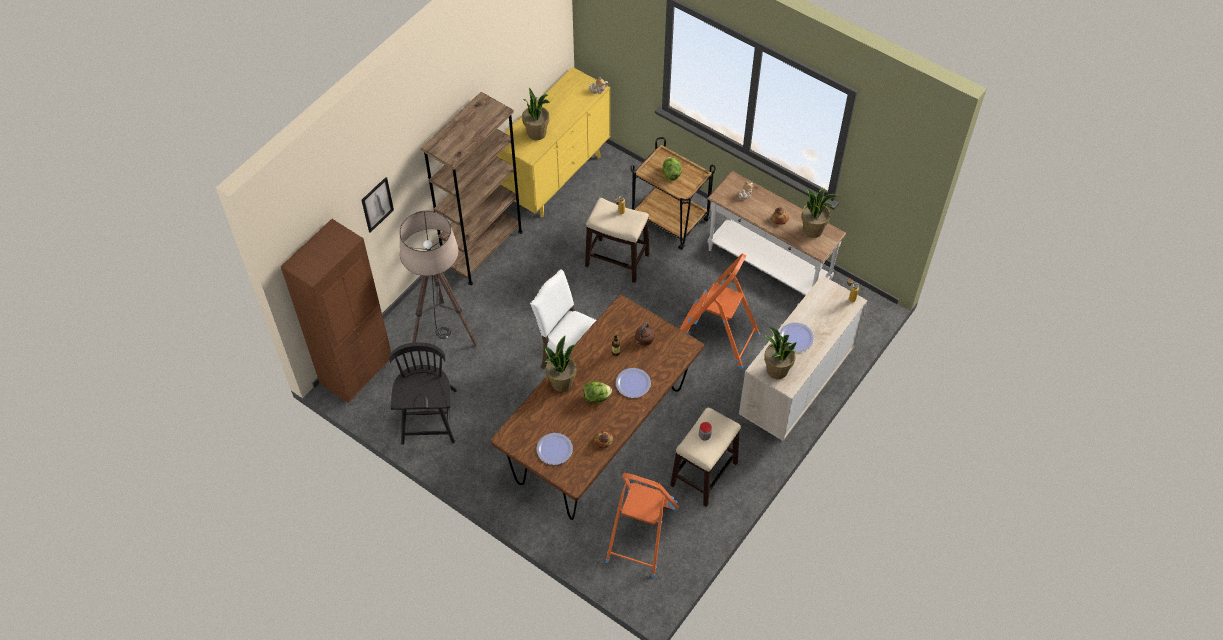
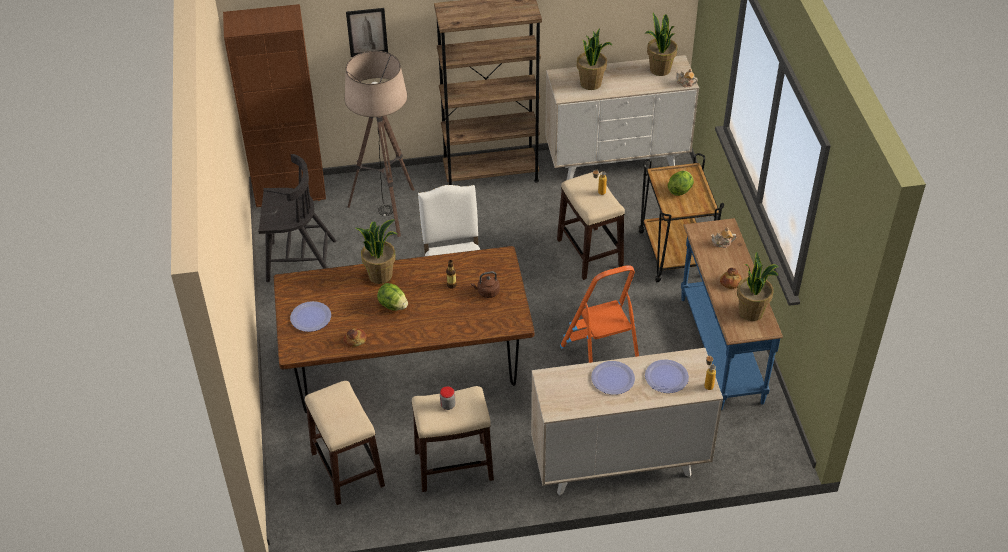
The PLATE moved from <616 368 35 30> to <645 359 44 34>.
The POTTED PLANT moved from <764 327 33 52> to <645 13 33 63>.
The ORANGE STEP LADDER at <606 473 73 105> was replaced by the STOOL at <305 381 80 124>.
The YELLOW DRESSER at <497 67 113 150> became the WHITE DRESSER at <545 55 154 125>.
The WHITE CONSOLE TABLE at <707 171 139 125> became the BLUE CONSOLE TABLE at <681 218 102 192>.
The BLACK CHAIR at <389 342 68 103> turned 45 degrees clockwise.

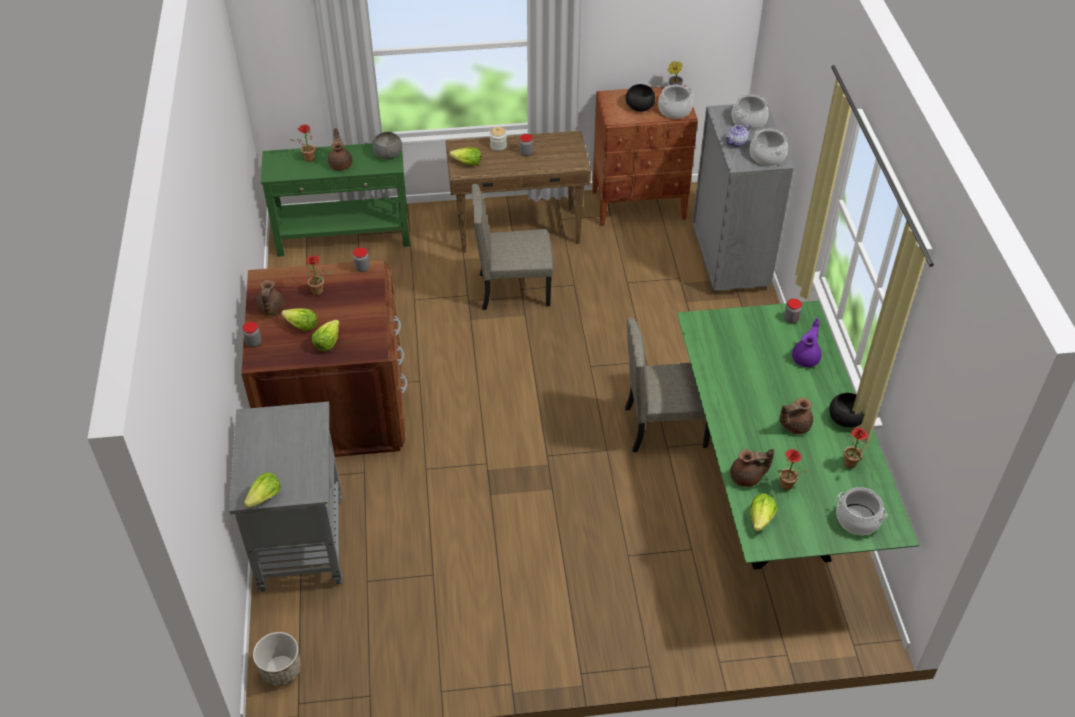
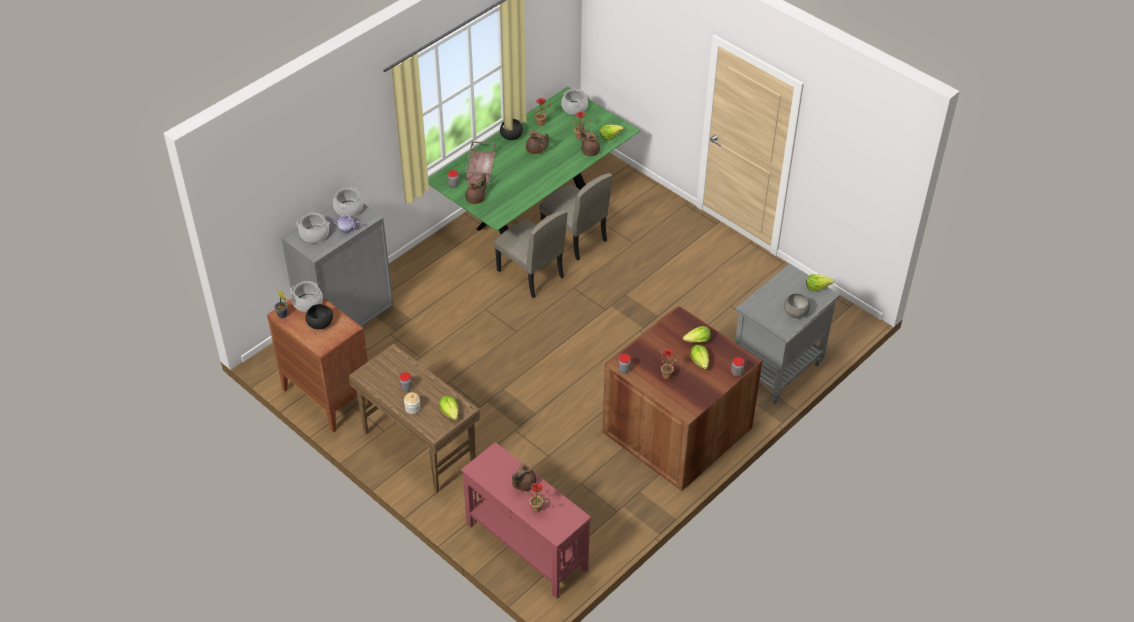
The PLANTER at <253 632 48 55> disappeared.
The BROWN TEAPOT moved from <256 280 29 36> to <465 173 22 31>.
The GREY BOWL moved from <373 131 29 28> to <784 293 26 25>.
The BEIGE CHAIR moved from <471 184 82 126> to <539 173 73 87>.
The PURPLE TEAPOT at <792 318 29 49> was replaced by the BROWN TRAY at <465 141 31 42>.
The GREEN CONSOLE TABLE at <261 143 149 114> became the RED CONSOLE TABLE at <461 442 130 157>.

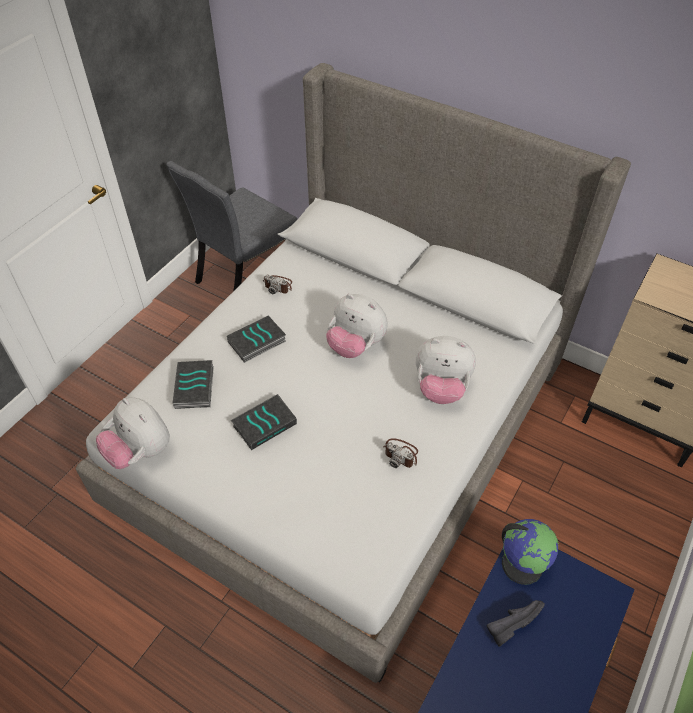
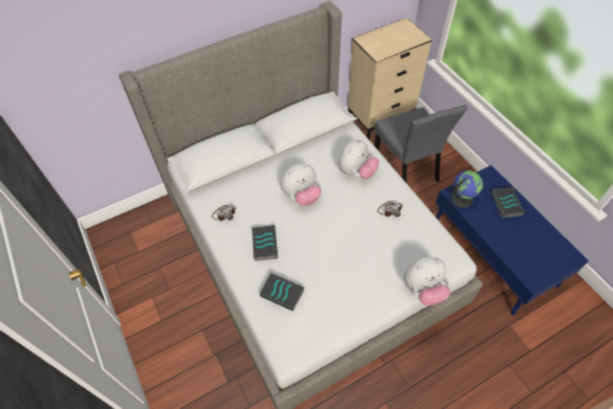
The BLACK SHOE at <486 600 59 47> disappeared.
The PLUSH TOY moved from <96 397 74 72> to <404 257 46 49>.
The GREY CHAIR moved from <166 161 131 130> to <374 105 94 78>.
The BOOK moved from <231 394 66 56> to <491 187 33 31>.

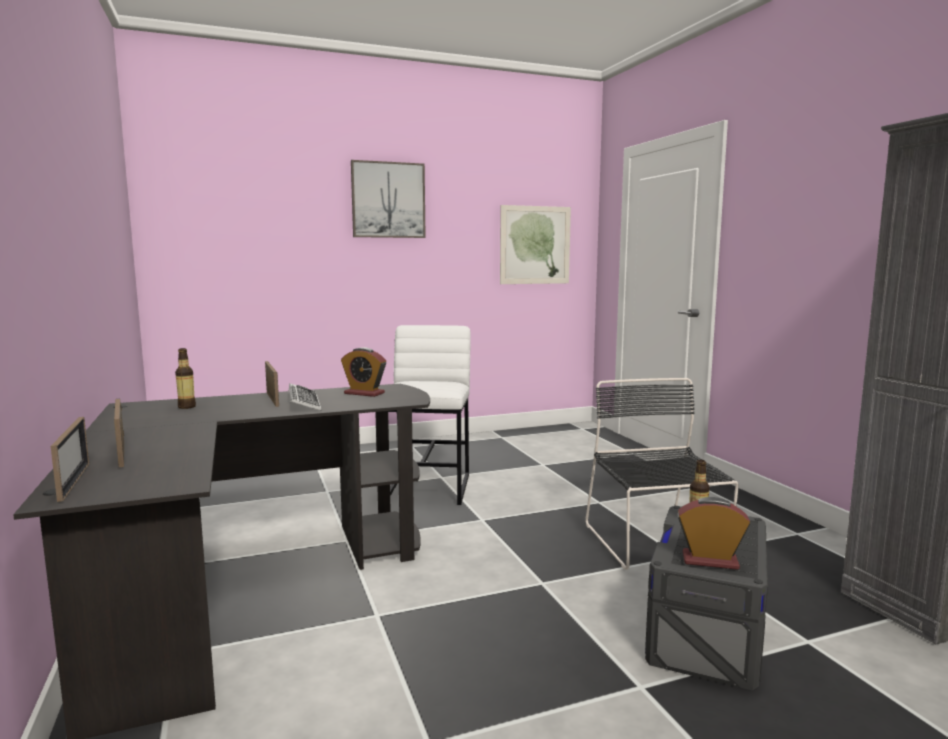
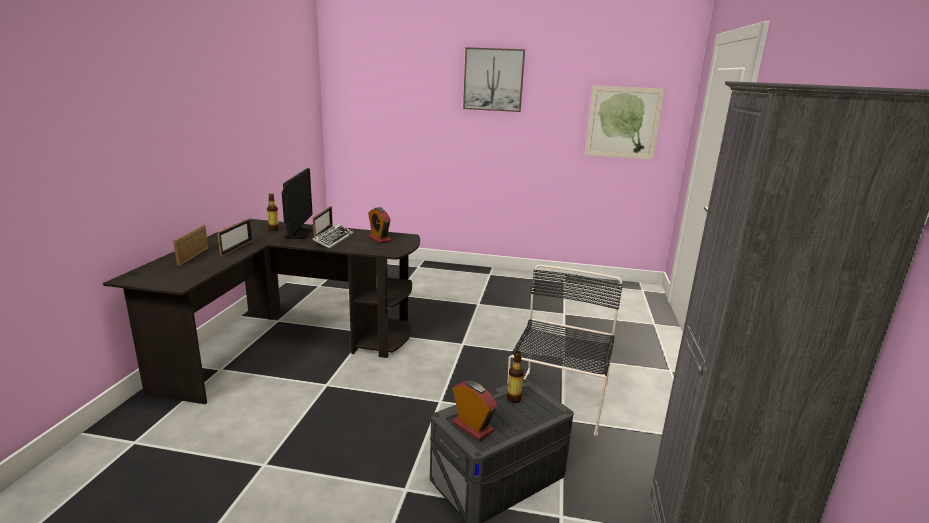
The WHITE CHAIR at <388 325 83 180> disappeared.
The MONITOR at <282 168 31 71> appeared.
The PICTURE FRAME moved from <51 417 38 85> to <217 218 35 39>.

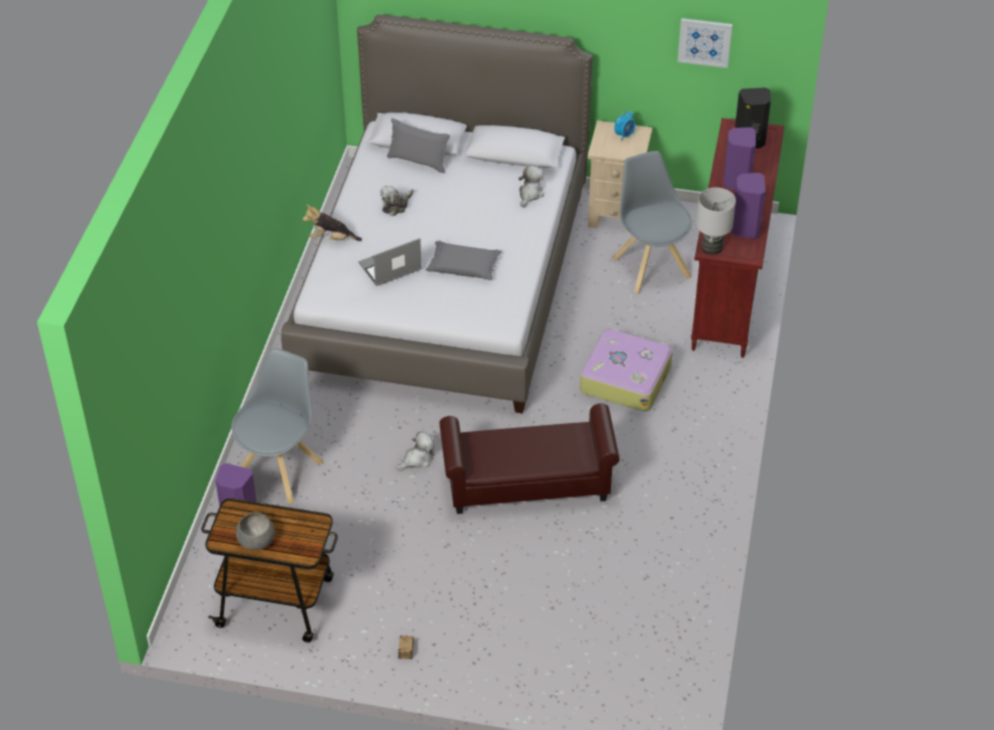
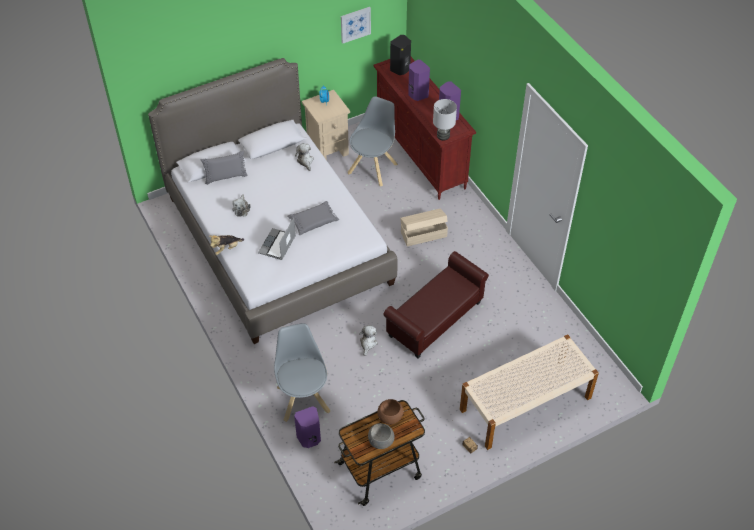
The BROWN BOWL at <377 399 27 26> appeared.
The BEIGE BENCH at <460 334 139 116> appeared.
The SUITCASE at <580 328 93 84> was replaced by the BEIGE STORAGE BOX at <400 209 48 37>.
The GREY CHAIR at <612 151 80 143> turned 90 degrees clockwise.

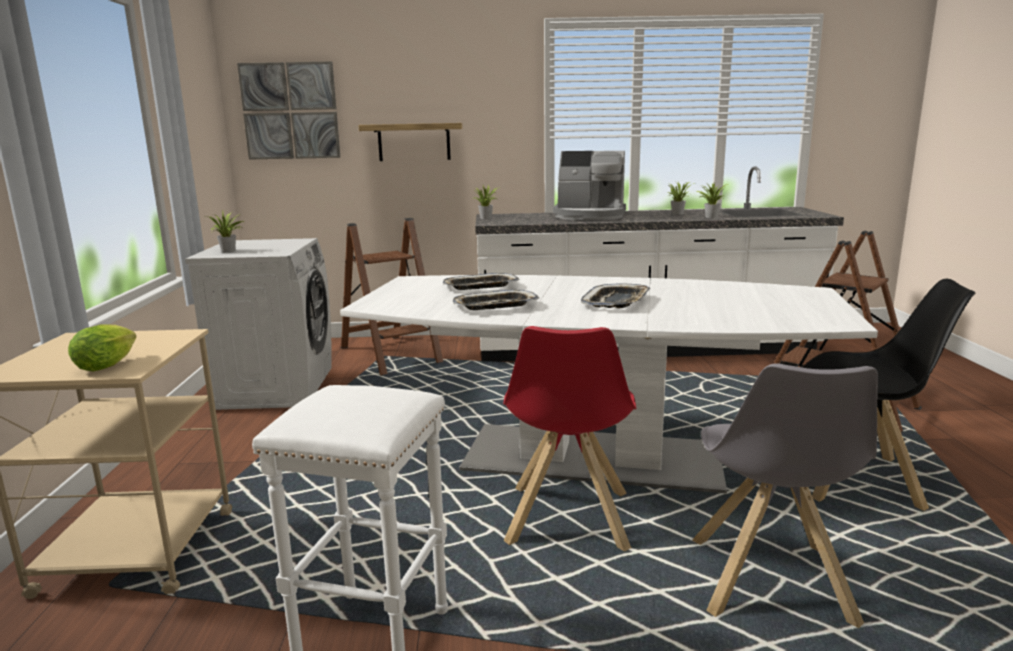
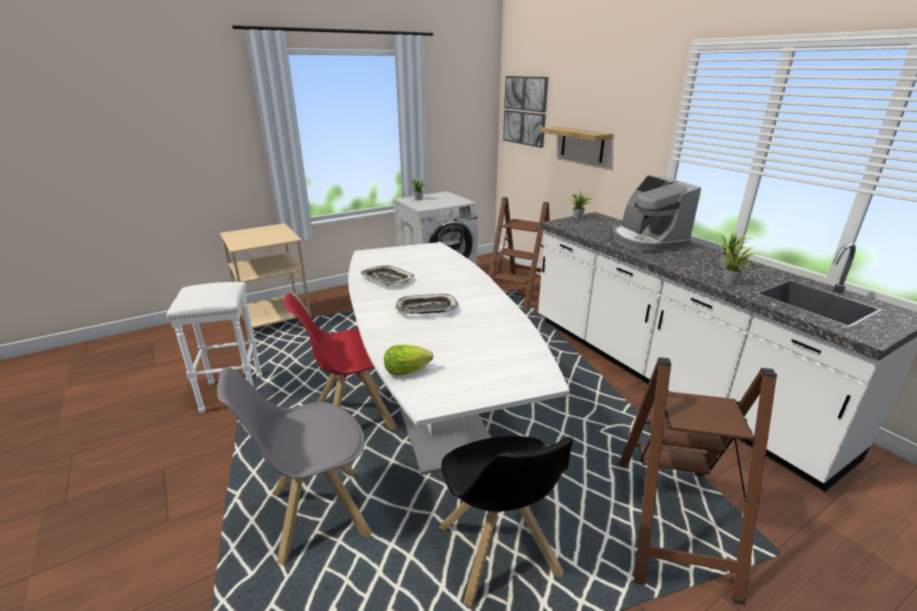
The TRAY at <443 273 77 17> disappeared.
The LETTUCE moved from <68 324 69 48> to <384 344 49 31>.

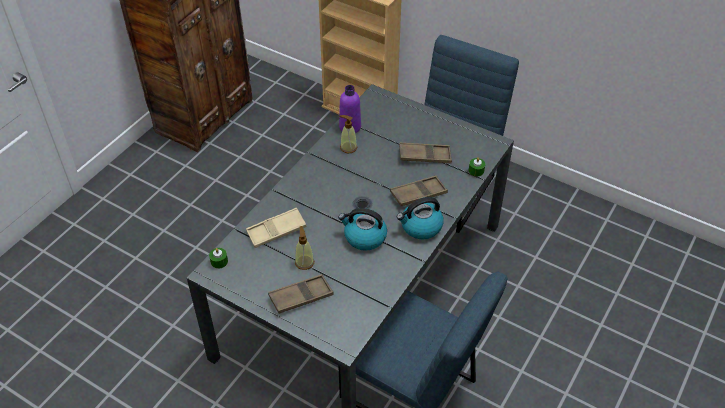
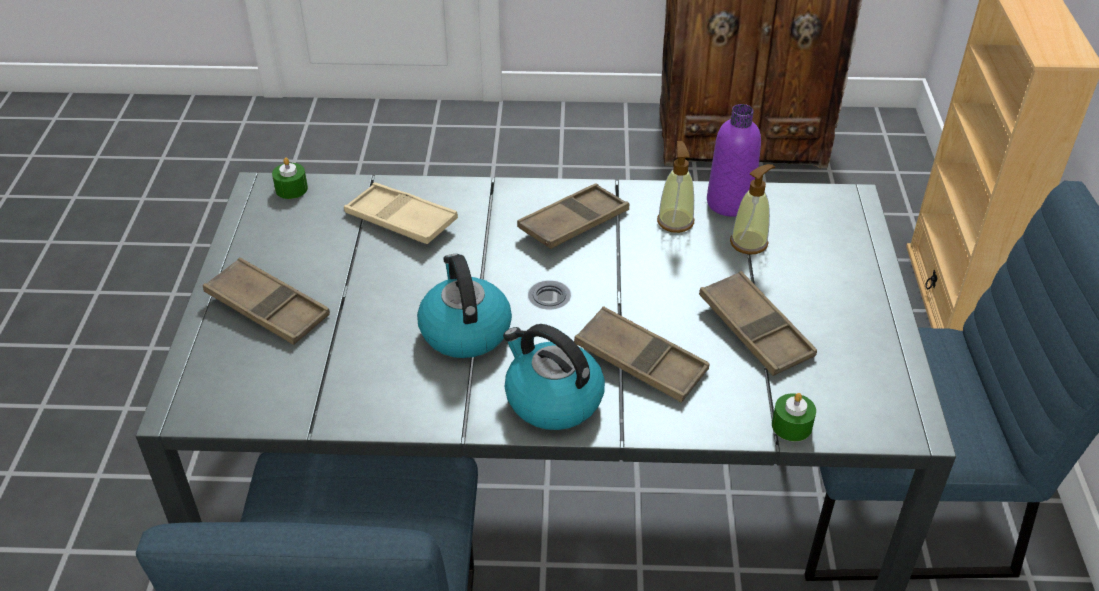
The BROWN TRAY at <517 183 112 66> appeared.
The SOAP DISPENSER moved from <295 226 19 44> to <730 164 45 91>.

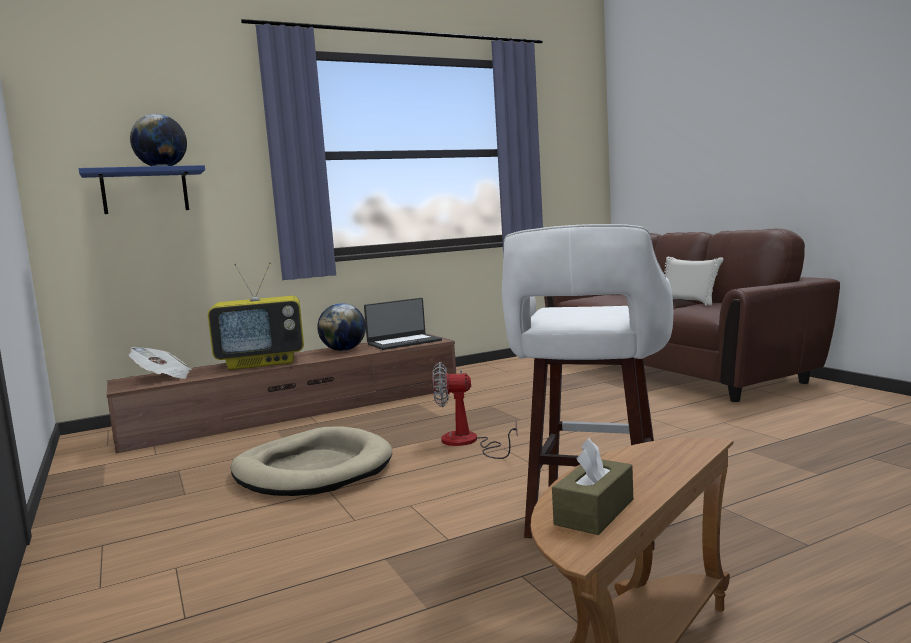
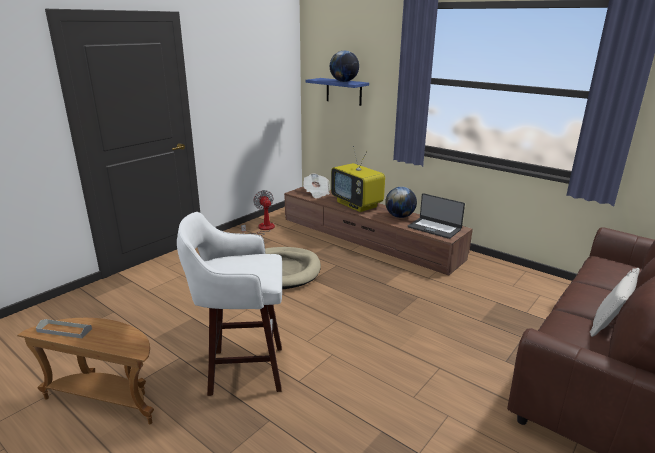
The FAN moved from <432 362 86 97> to <241 190 34 46>.
The BROWN TISSUE BOX at <552 438 81 97> was replaced by the GREY TRAY at <36 319 56 19>.

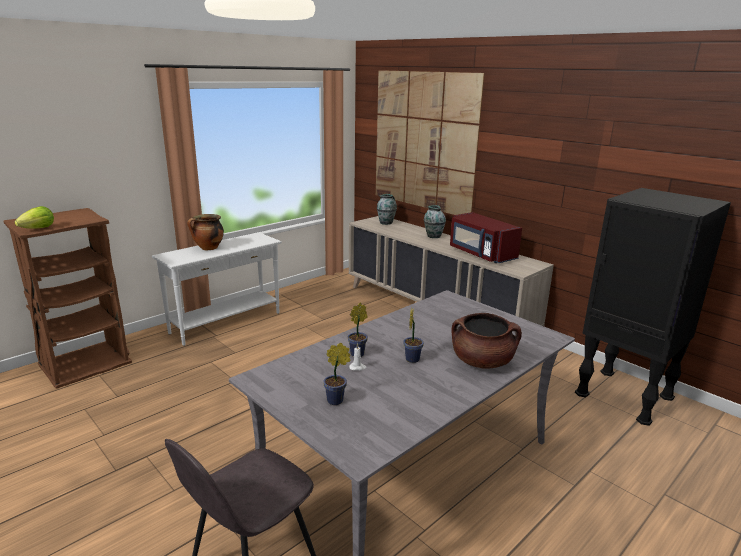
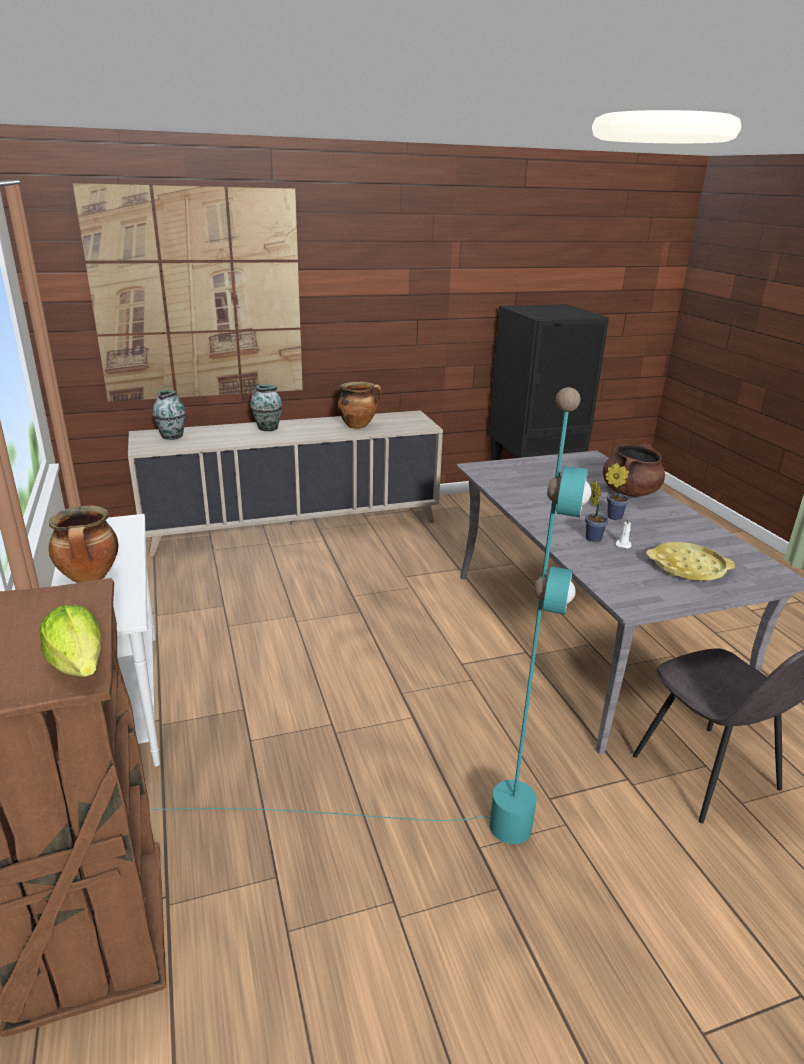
The TURQUOISE FLOOR LAMP at <149 387 442 458> appeared.
The POTTED PLANT at <323 343 27 62> was replaced by the YELLOW TRAY at <646 542 89 39>.
The RED MICROWAVE at <450 212 72 51> was replaced by the COOKING POT at <338 381 43 48>.

